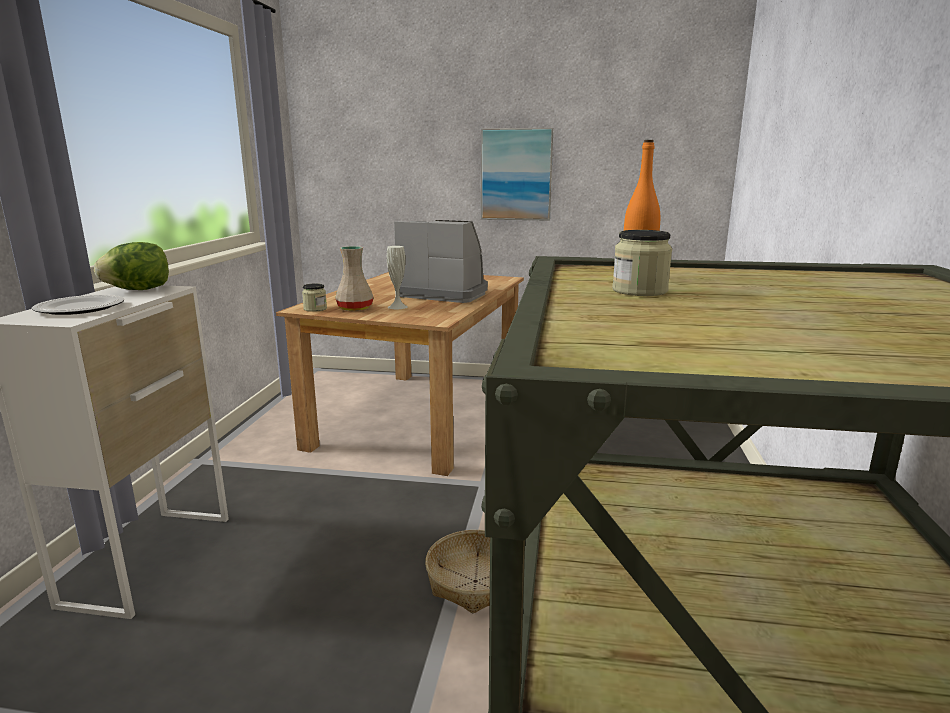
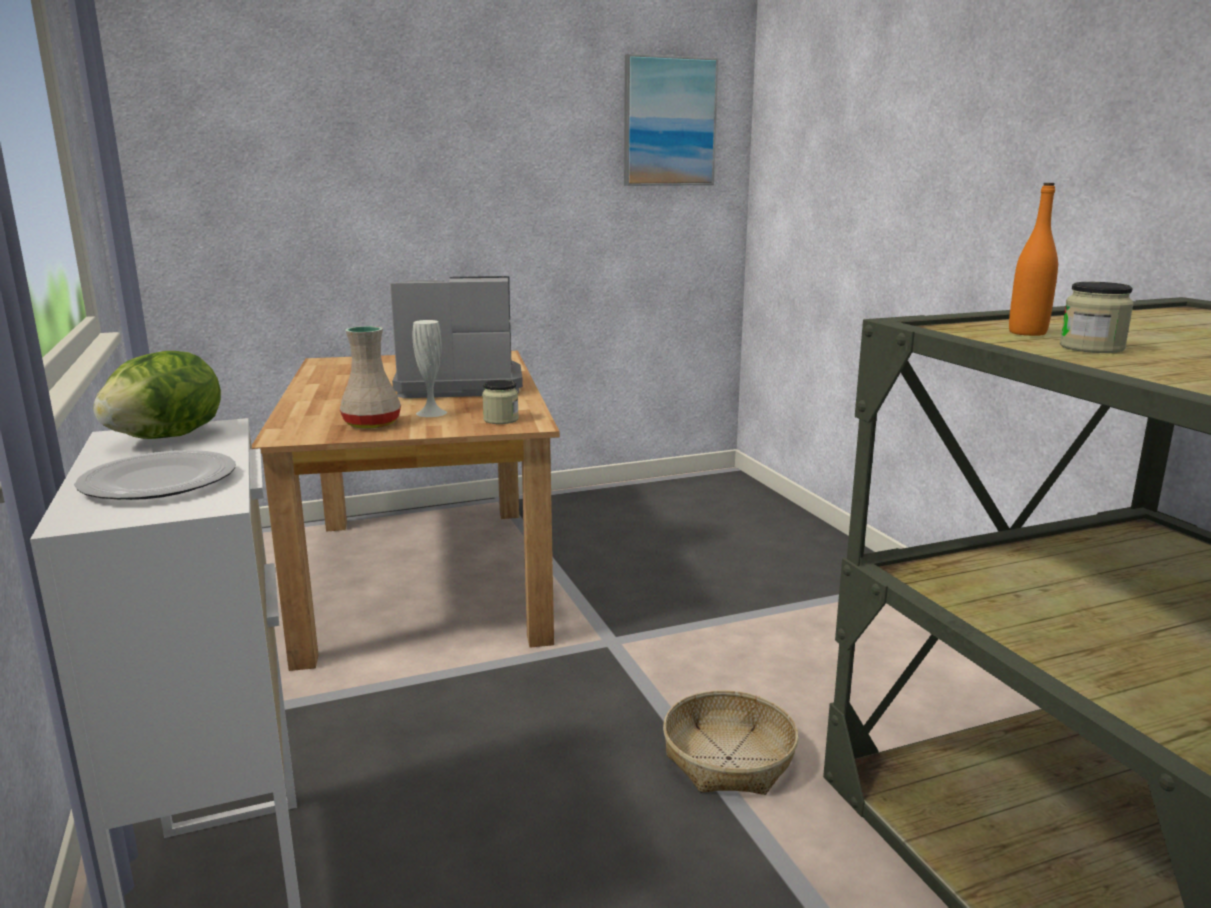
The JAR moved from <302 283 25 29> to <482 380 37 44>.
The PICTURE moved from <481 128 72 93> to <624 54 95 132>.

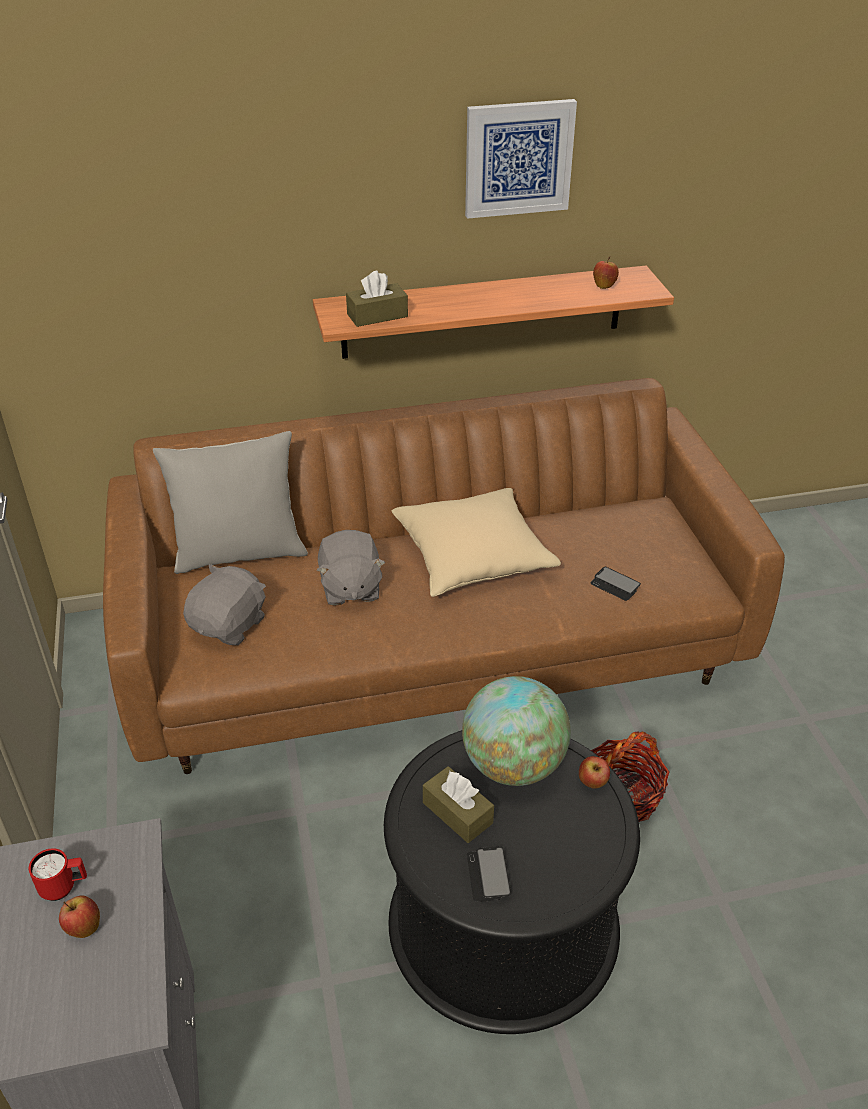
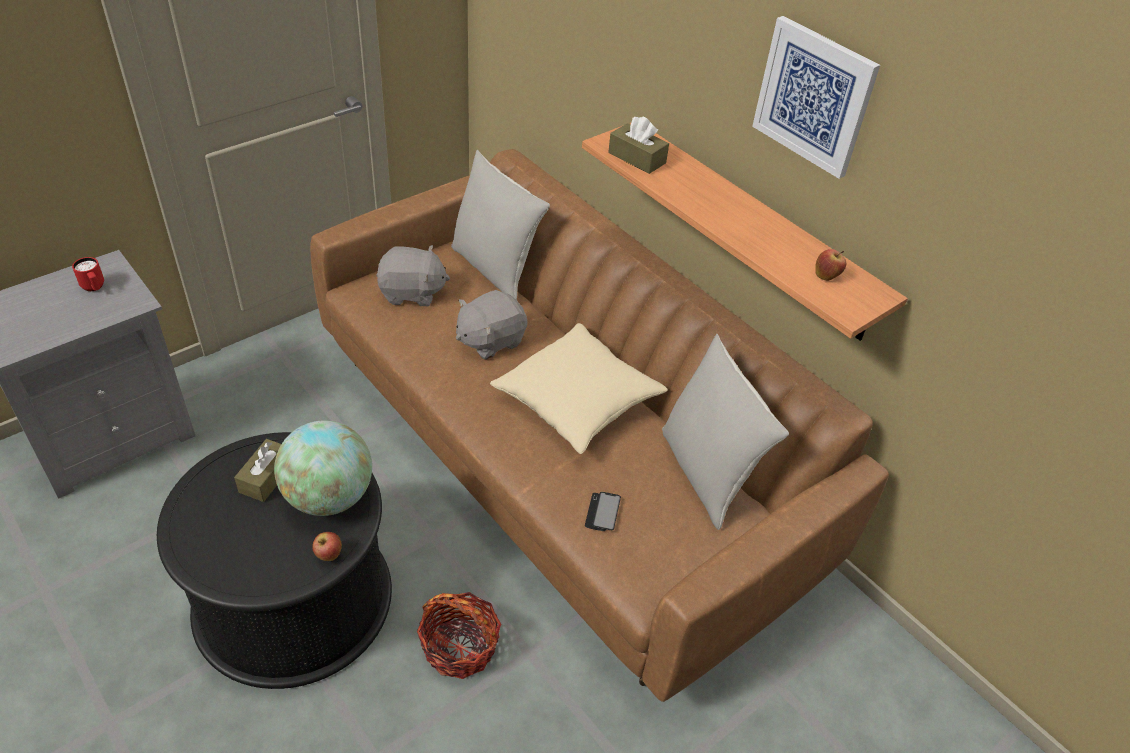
The APPLE at <59 896 41 42> disappeared.
The PHONE at <467 846 44 56> disappeared.
The GREY PILLOW at <662 334 127 196> appeared.

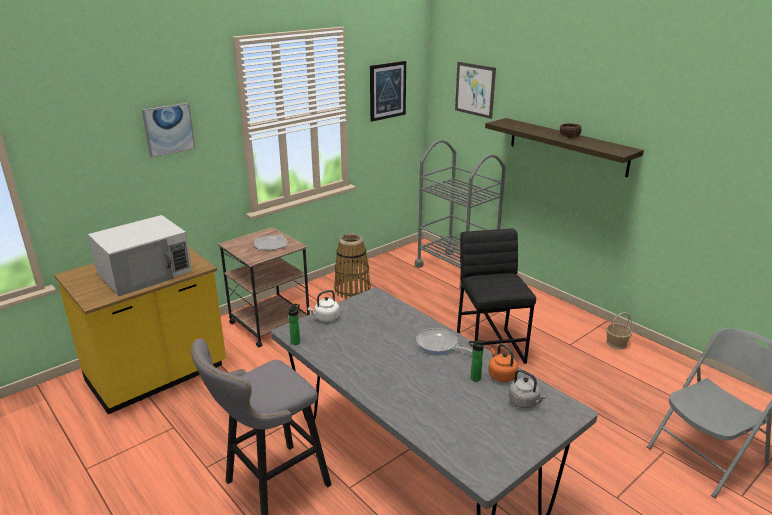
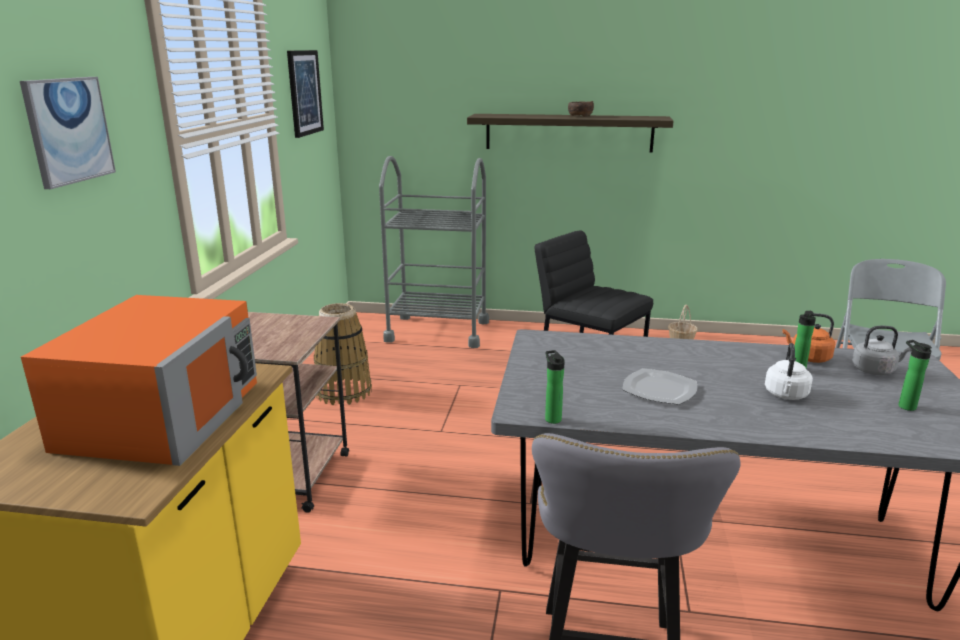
The FRYING PAN at <416 328 57 26> disappeared.
The PICTURE at <455 62 41 57> disappeared.
The BOTTLE at <898 340 34 71> appeared.
The PLATE moved from <254 235 34 15> to <622 368 75 37>.
The WHITE KETTLE moved from <308 290 32 32> to <765 343 48 57>.
The WHITE MICROWAVE at <88 215 104 81> became the ORANGE MICROWAVE at <21 295 236 171>.

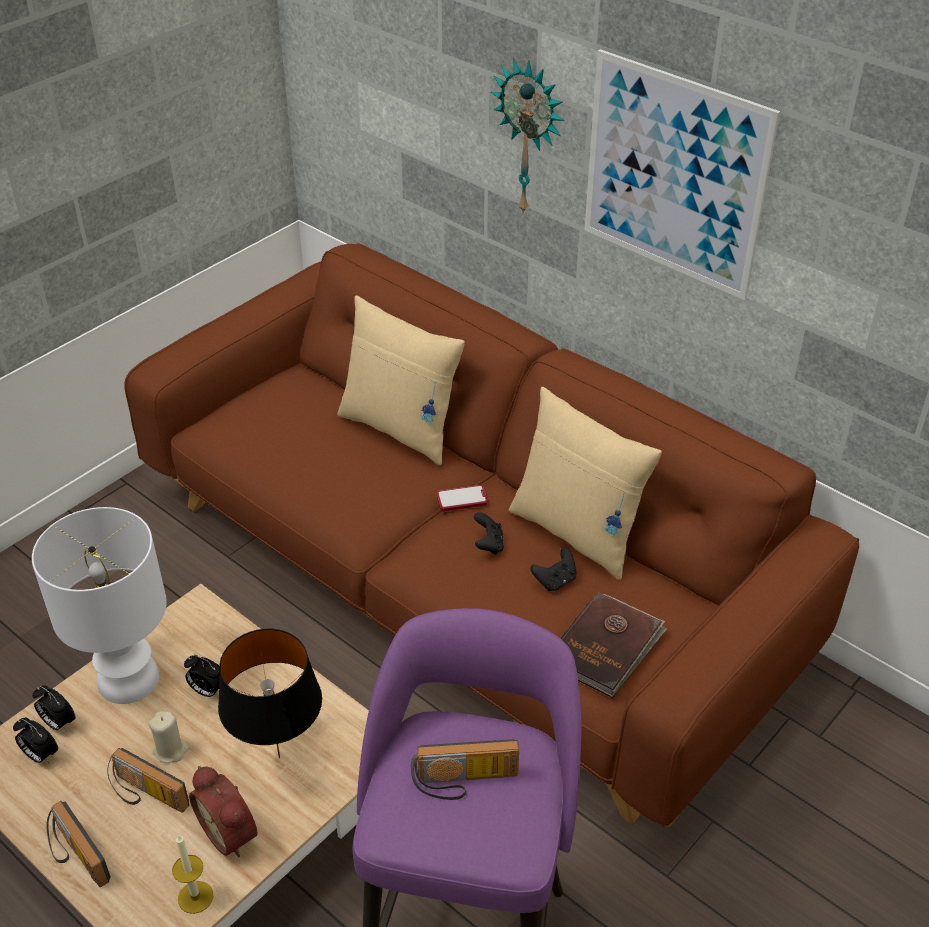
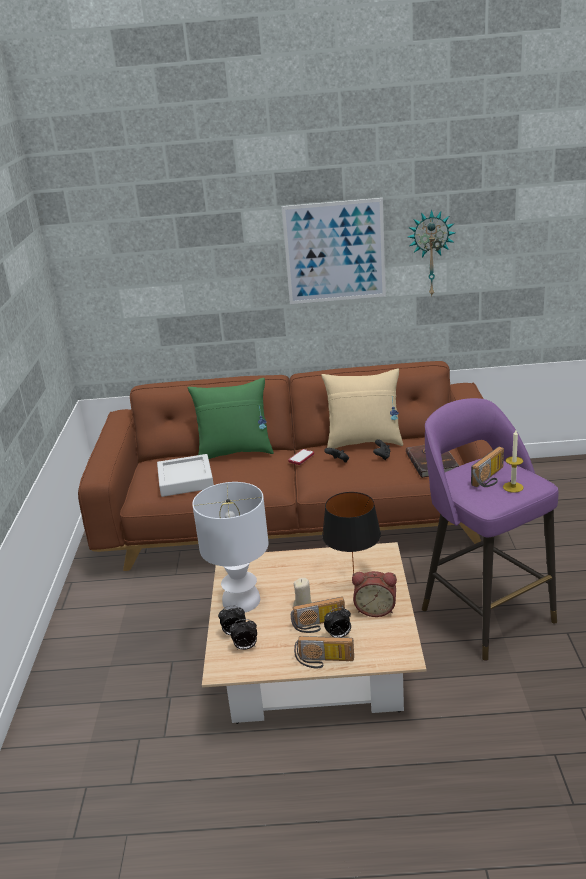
The GREY TRAY at <157 454 57 43> appeared.
The CANDLE moved from <172 835 41 79> to <503 430 20 63>.
The ALARM CLOCK moved from <184 655 36 42> to <324 607 27 30>.
The WALL CLOCK moved from <491 58 74 157> to <408 210 47 87>.
The BEIGE PILLOW at <337 296 128 169> became the GREEN PILLOW at <188 378 86 81>.

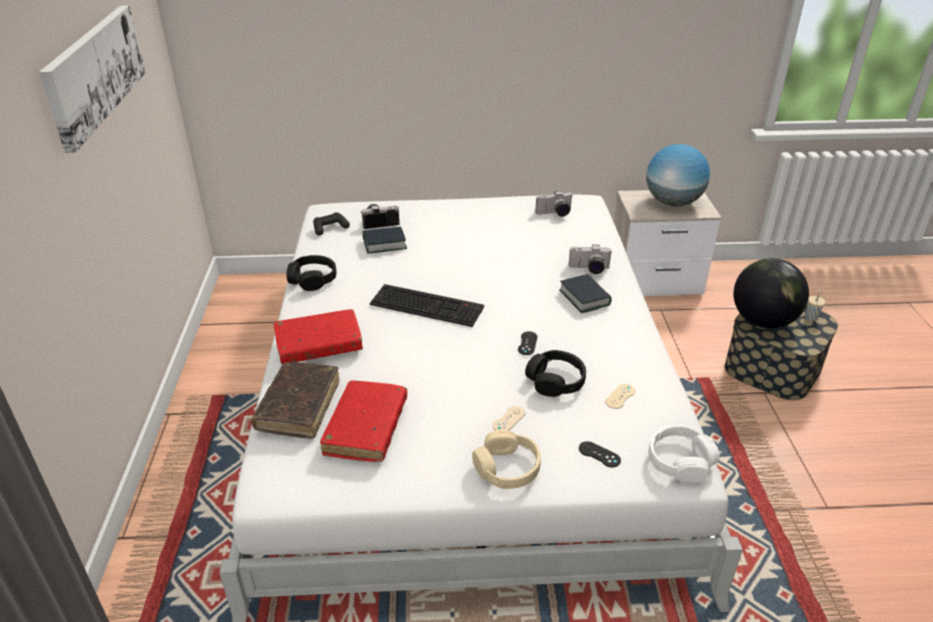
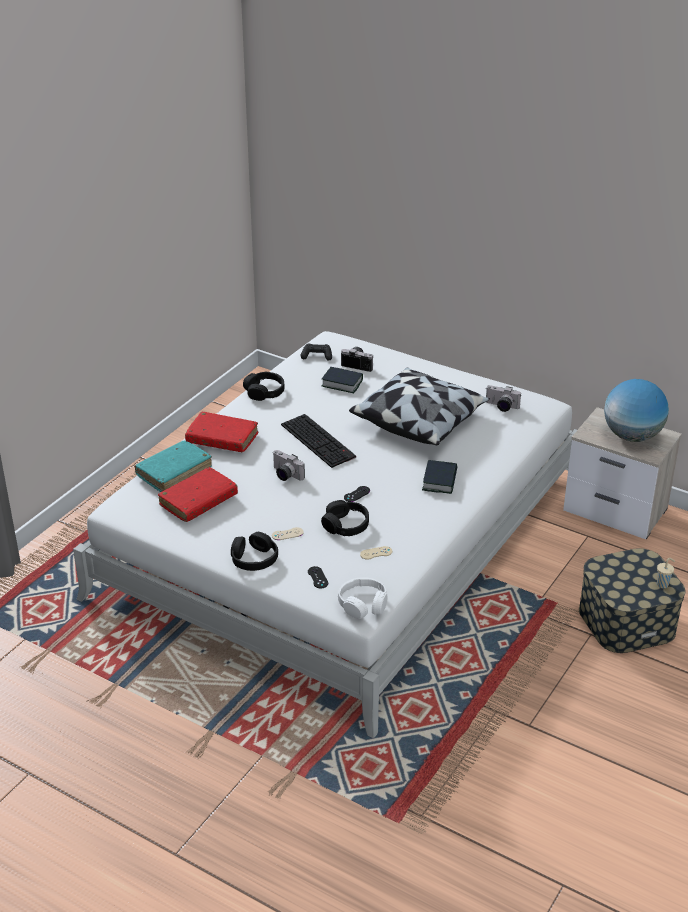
The PICTURE at <39 6 107 147> disappeared.
The GLOBE at <733 258 76 71> disappeared.
The PILLOW at <349 368 141 77> appeared.
The PHOTO CAMERA moved from <569 245 43 29> to <273 450 32 31>.
The BROWN BOOK at <251 362 88 77> became the TURQUOISE BOOK at <134 441 78 51>.
The BEIGE HEADPHONES at <472 430 69 59> became the BLACK HEADPHONES at <231 532 47 39>.

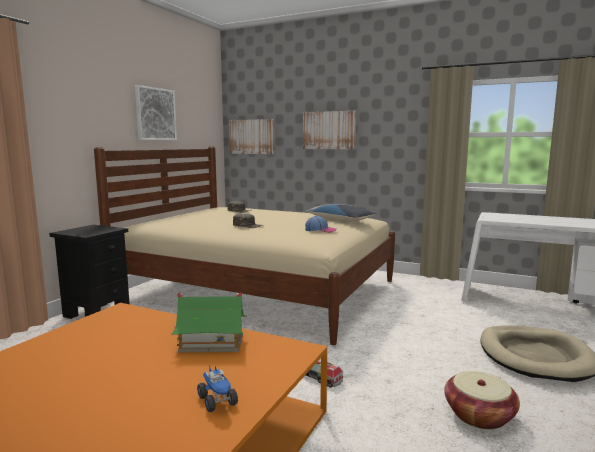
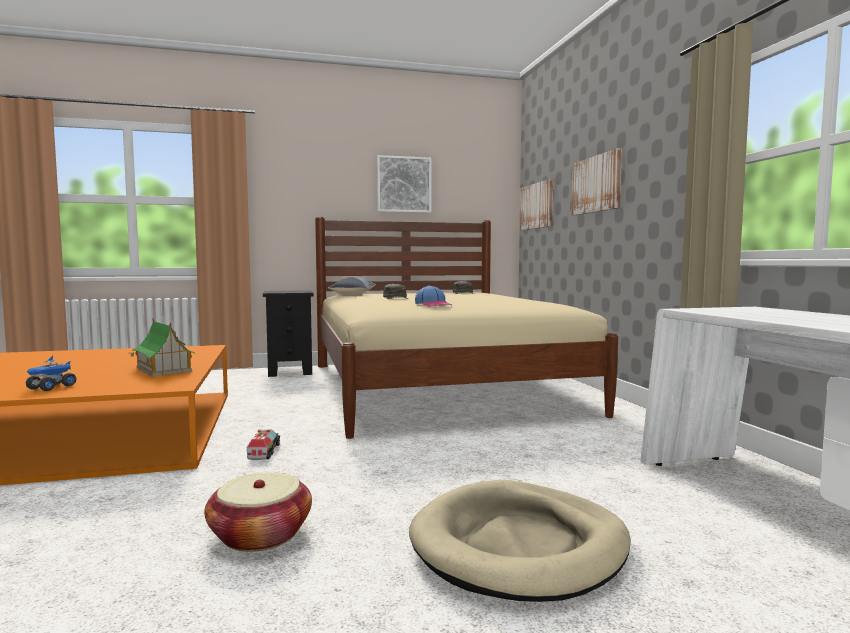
The PILLOW moved from <306 204 71 18> to <328 277 48 18>.

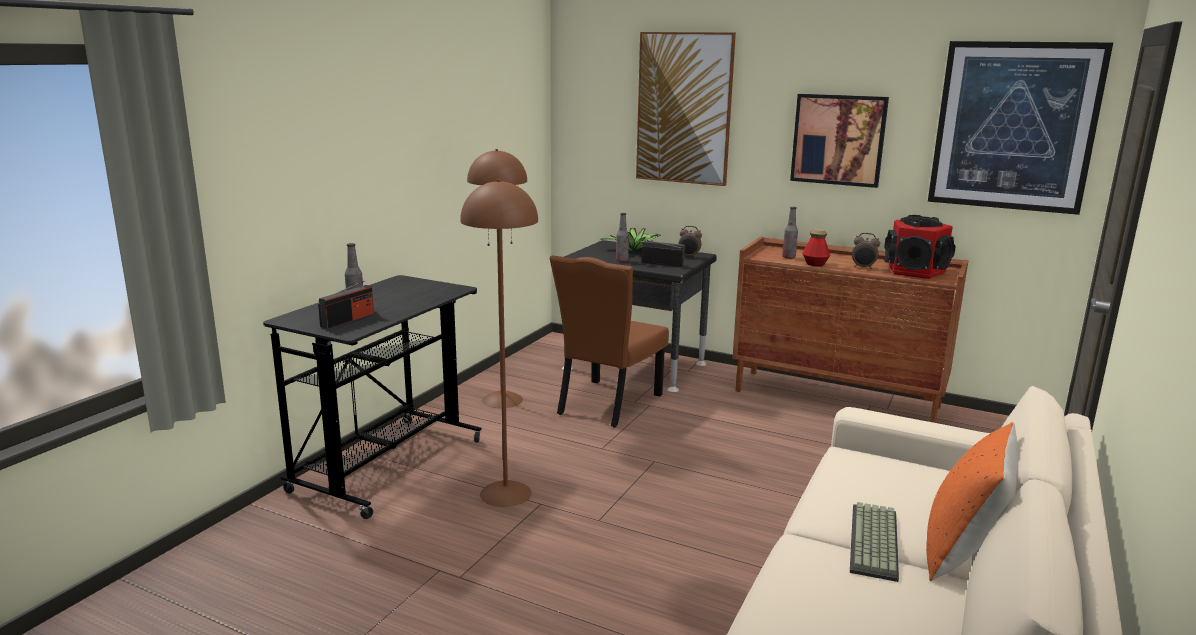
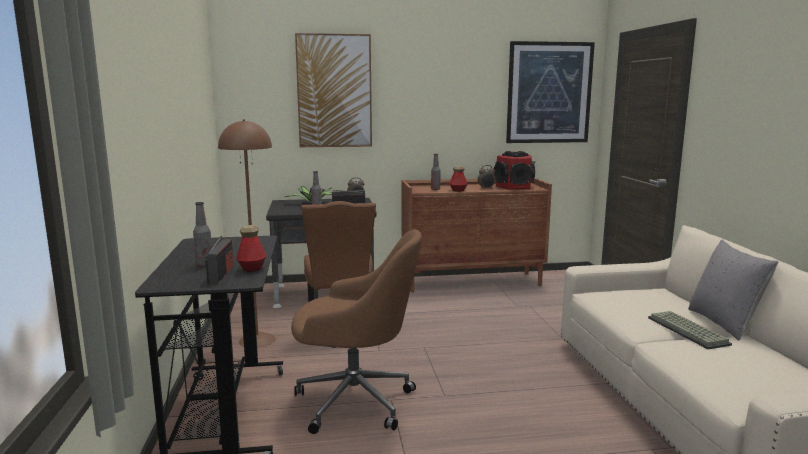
The PICTURE at <790 94 99 94> disappeared.
The BOTTLE at <236 225 30 47> appeared.
The BROWN FLOOR LAMP at <460 179 78 328> was replaced by the BROWN OFFICE CHAIR at <291 230 131 204>.
The ORANGE PILLOW at <926 422 92 159> became the GREY PILLOW at <688 240 90 101>.

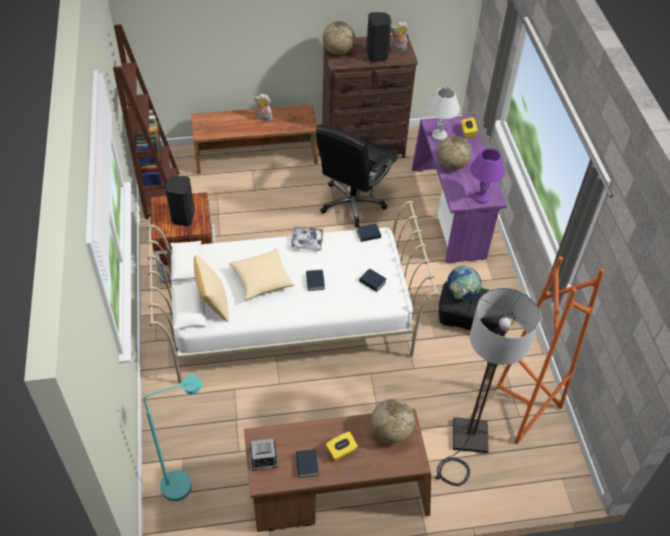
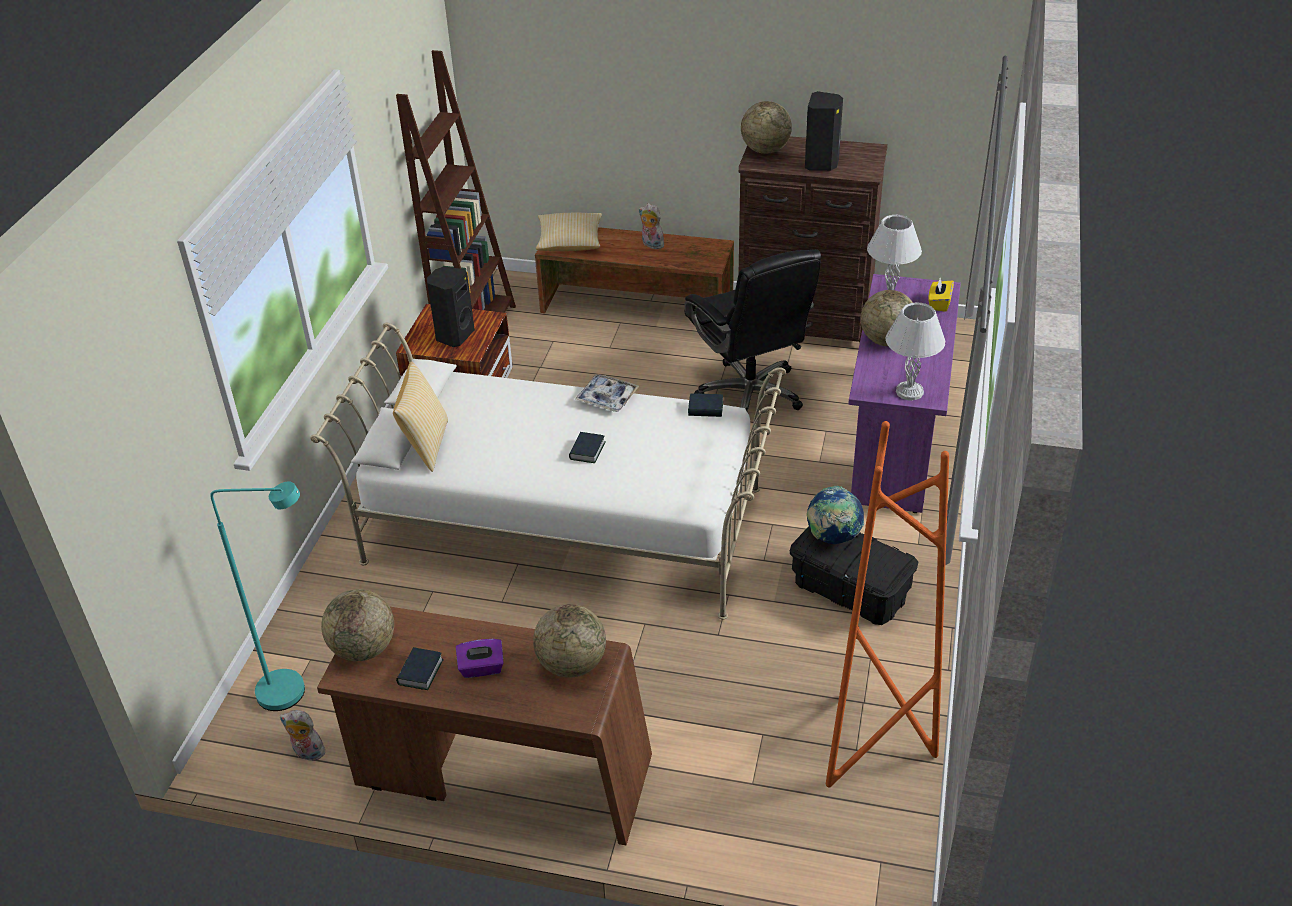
The BOOK at <359 269 27 23> disappeared.
The FLOOR LAMP at <435 288 105 198> disappeared.
The PILLOW moved from <229 249 65 51> to <536 213 66 38>.
The PLUSH TOY moved from <391 22 17 30> to <279 710 49 51>.
The ALARM CLOCK at <250 439 28 32> was replaced by the GLOBE at <321 589 73 72>.
The YELLOW TISSUE BOX at <326 432 32 29> became the PURPLE TISSUE BOX at <456 639 48 39>.
The PURPLE TABLE LAMP at <470 148 35 55> became the WHITE TABLE LAMP at <885 303 60 98>.
The BLACK OFFICE CHAIR at <316 124 82 104> turned 75 degrees counterclockwise.

